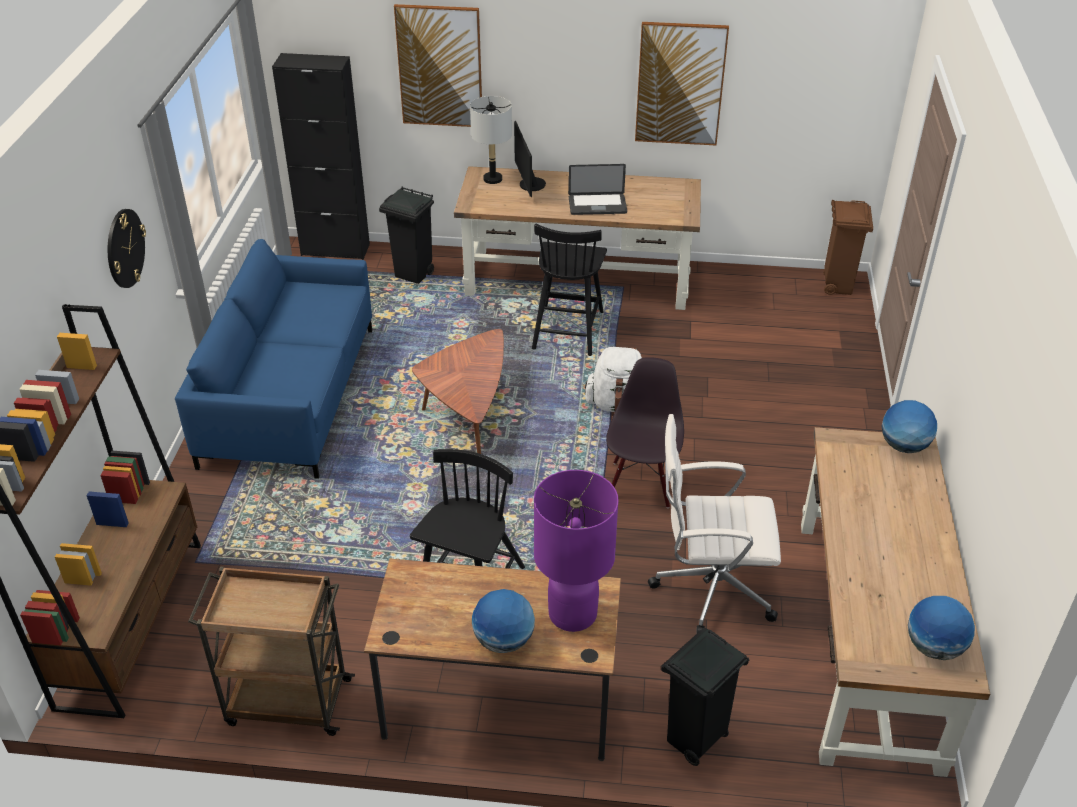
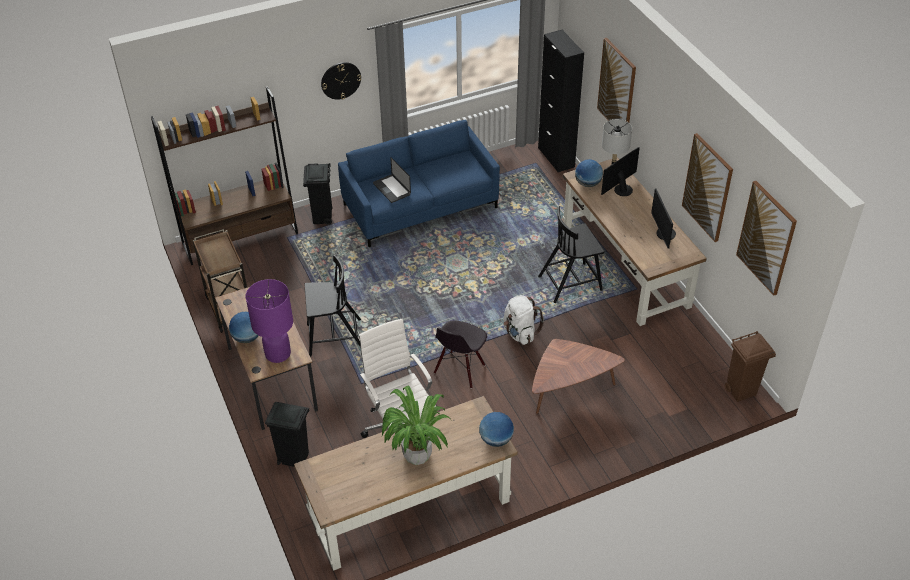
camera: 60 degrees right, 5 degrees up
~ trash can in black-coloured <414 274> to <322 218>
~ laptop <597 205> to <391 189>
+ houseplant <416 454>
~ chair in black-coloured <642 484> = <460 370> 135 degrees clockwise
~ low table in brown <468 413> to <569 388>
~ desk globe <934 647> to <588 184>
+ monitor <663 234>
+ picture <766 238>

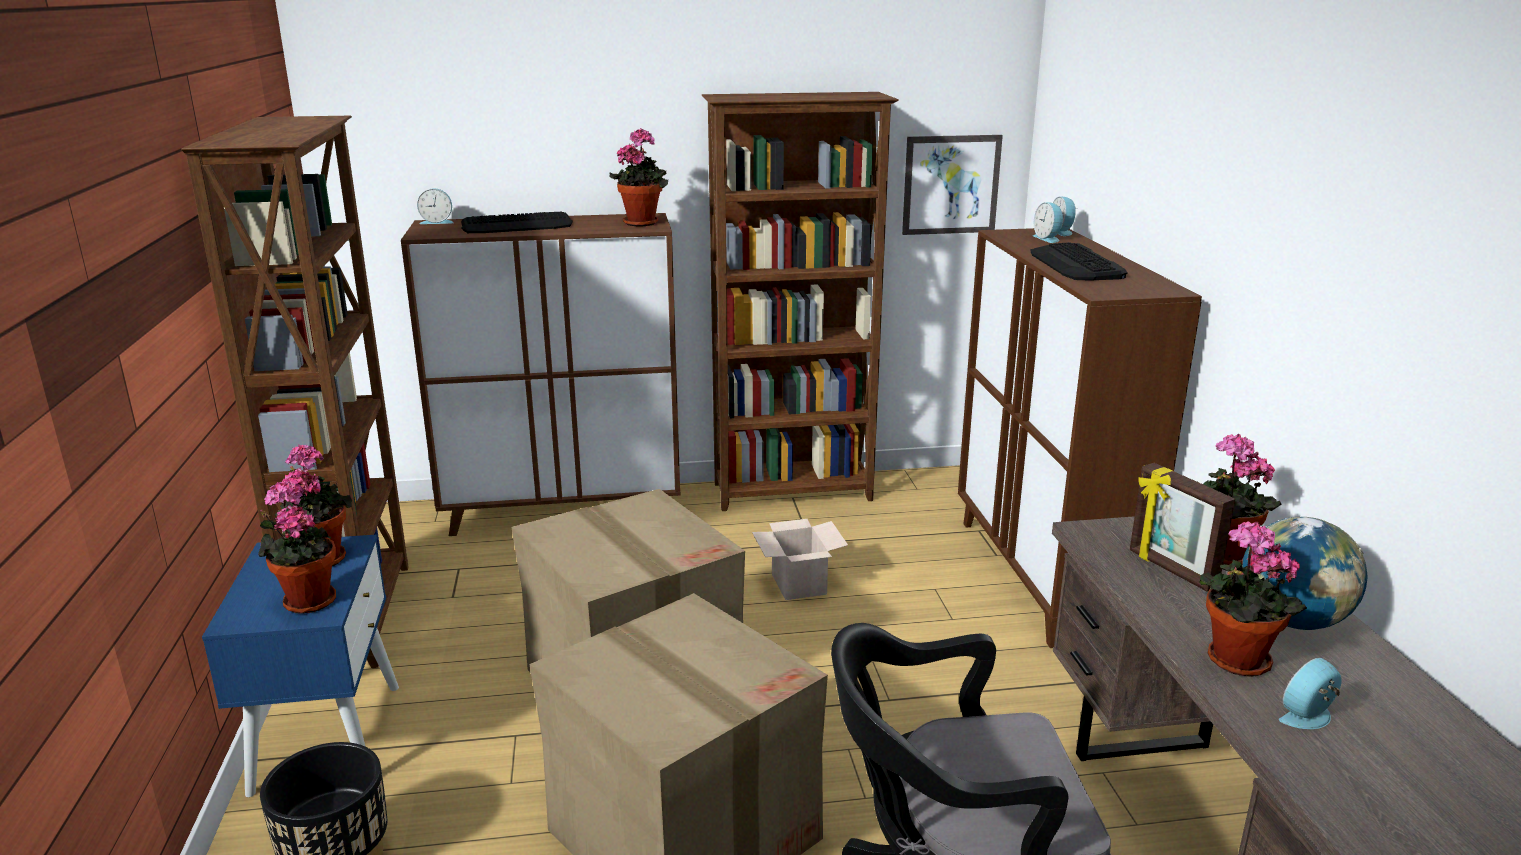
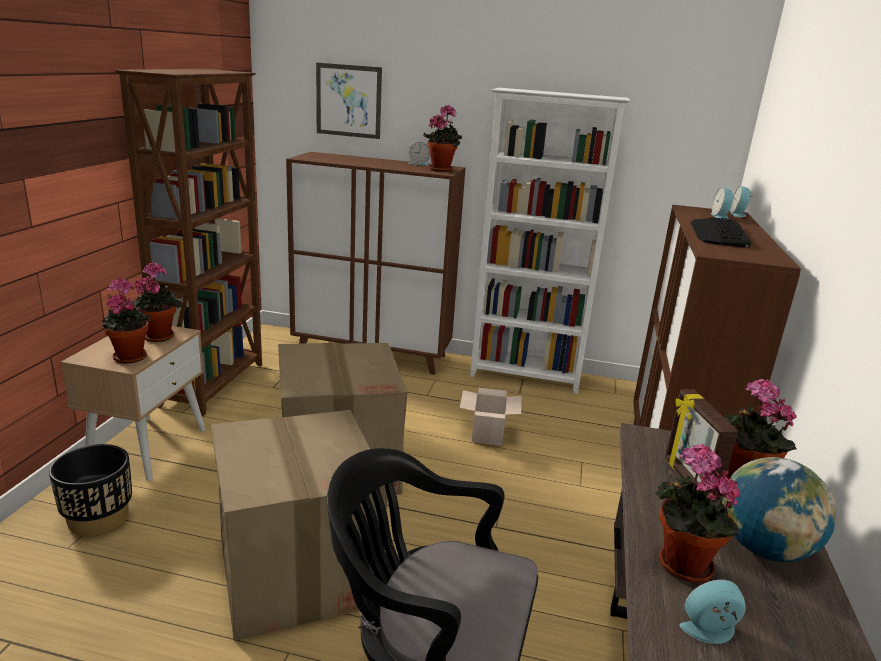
camera: 20 degrees right, 0 degrees up
~ nightstand in bluish <327 736> to nightstand in beige <148 446>
~ picture <951 185> to <348 101>
~ alarm clock <437 222> to <419 164>
~ bookcase in brown <794 493> to bookcase in white-coloured <526 376>
- keyboard <517 225>

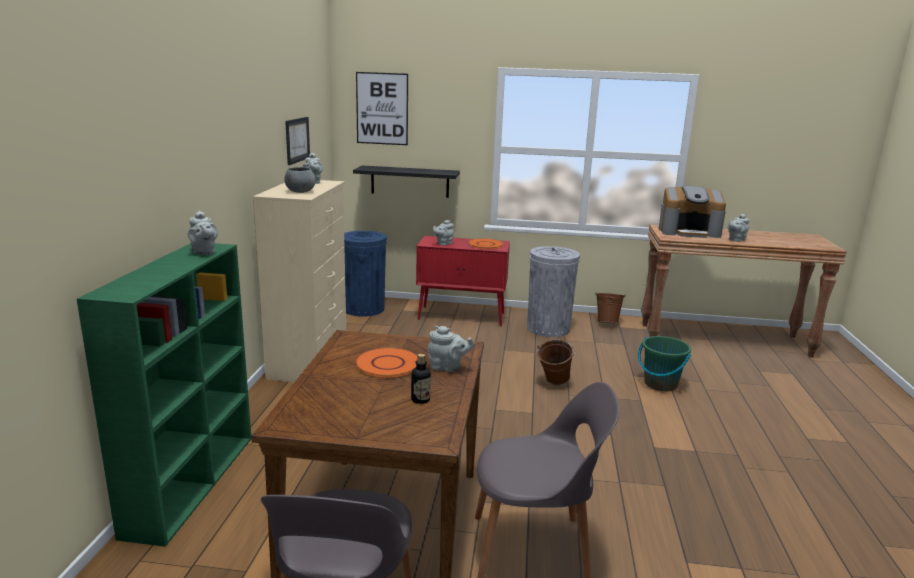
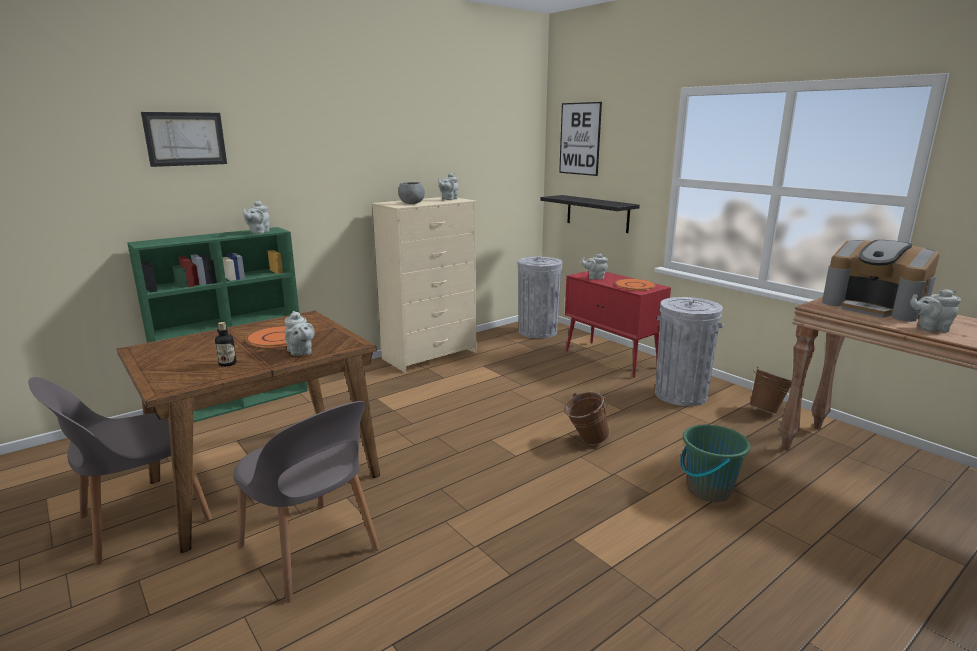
camera: 45 degrees right, 0 degrees up
~ picture <297 140> to <185 139>
~ trash can in bluish <364 309> to trash can in greyish <537 331>

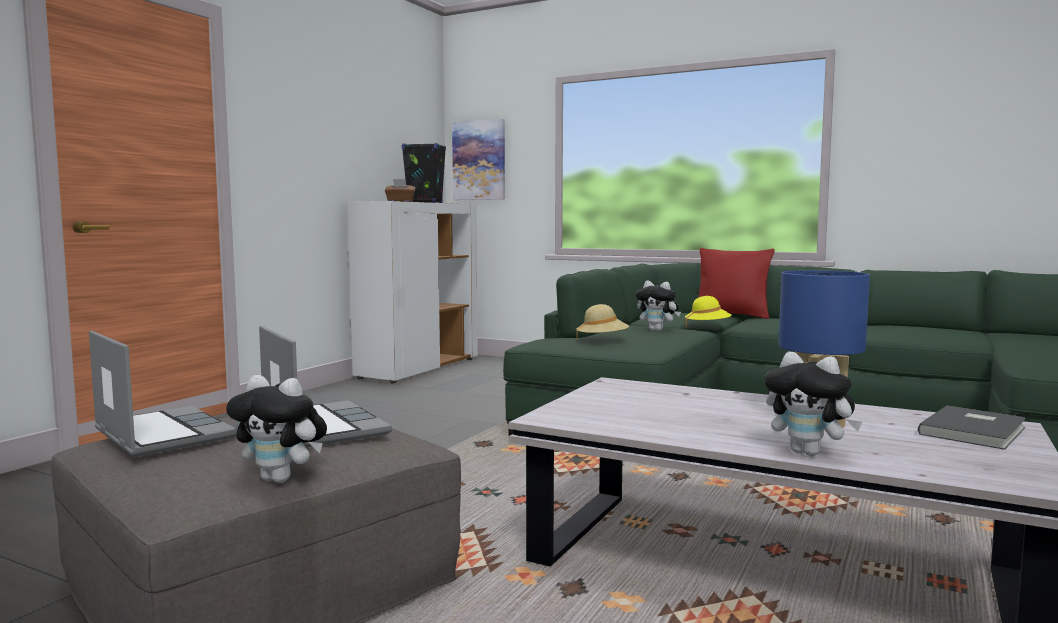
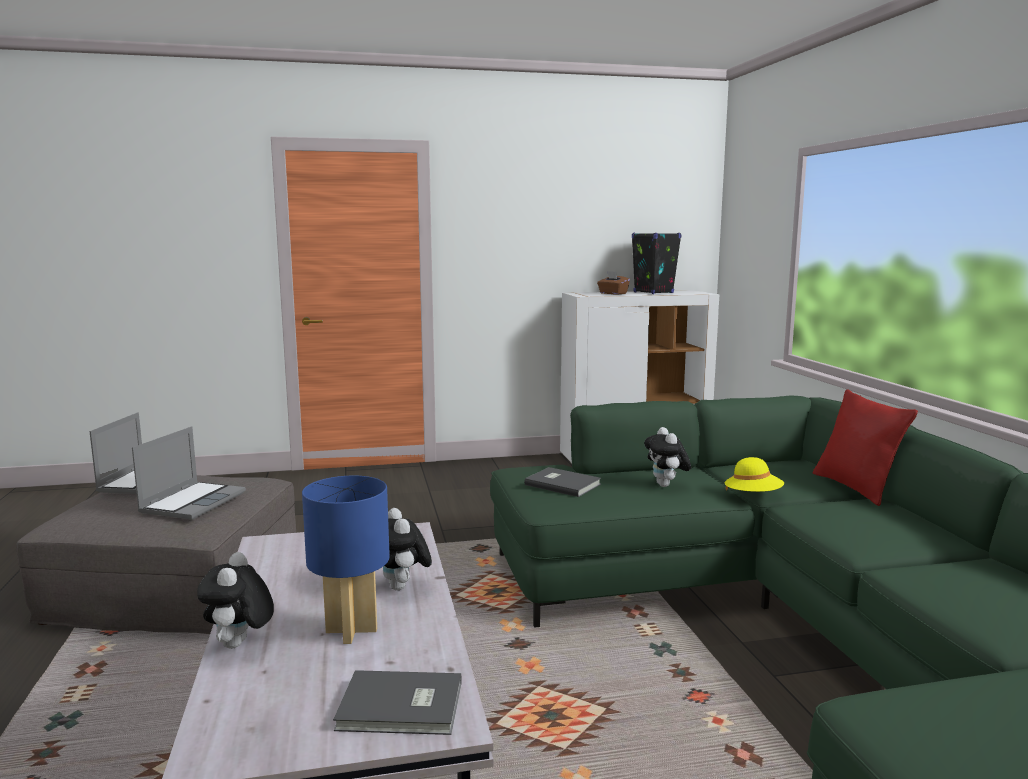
camera: 50 degrees right, 5 degrees up
~ plush toy <282 479> to <402 587>
~ hat in beige <602 341> to book in greyish <562 484>
- picture <479 160>

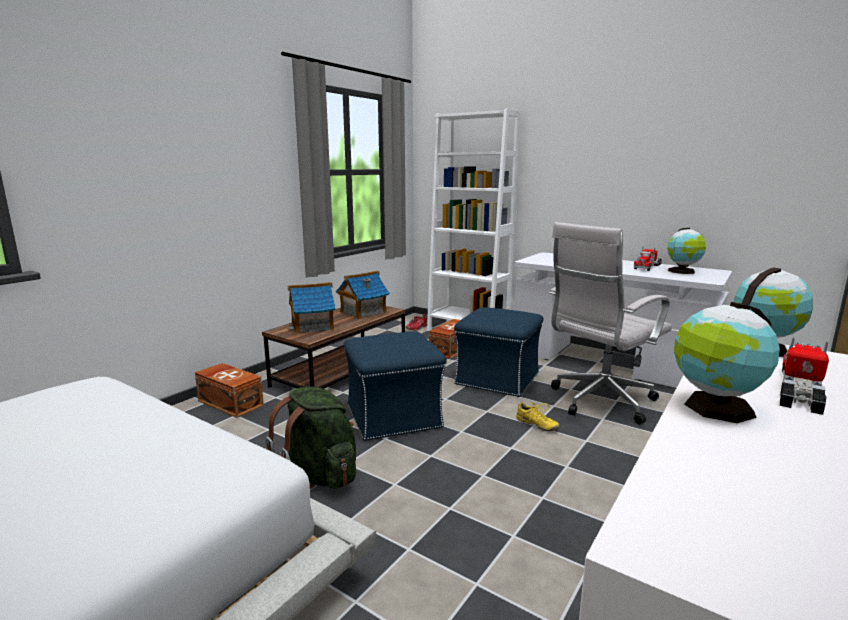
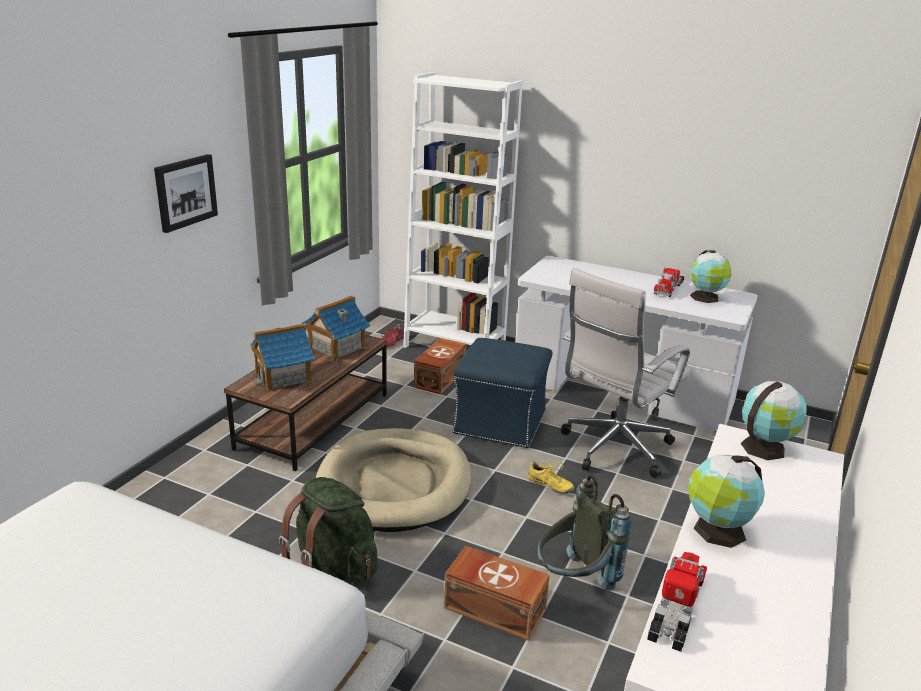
camera: 10 degrees left, 10 degrees up
+ picture <185 192>
~ footrest in bluish <394 416> to dog cushion in beige <394 484>
~ storage container in brown <231 402> to <494 607>
+ backpack in greyish <574 581>
~ toy truck <800 390> to <676 608>

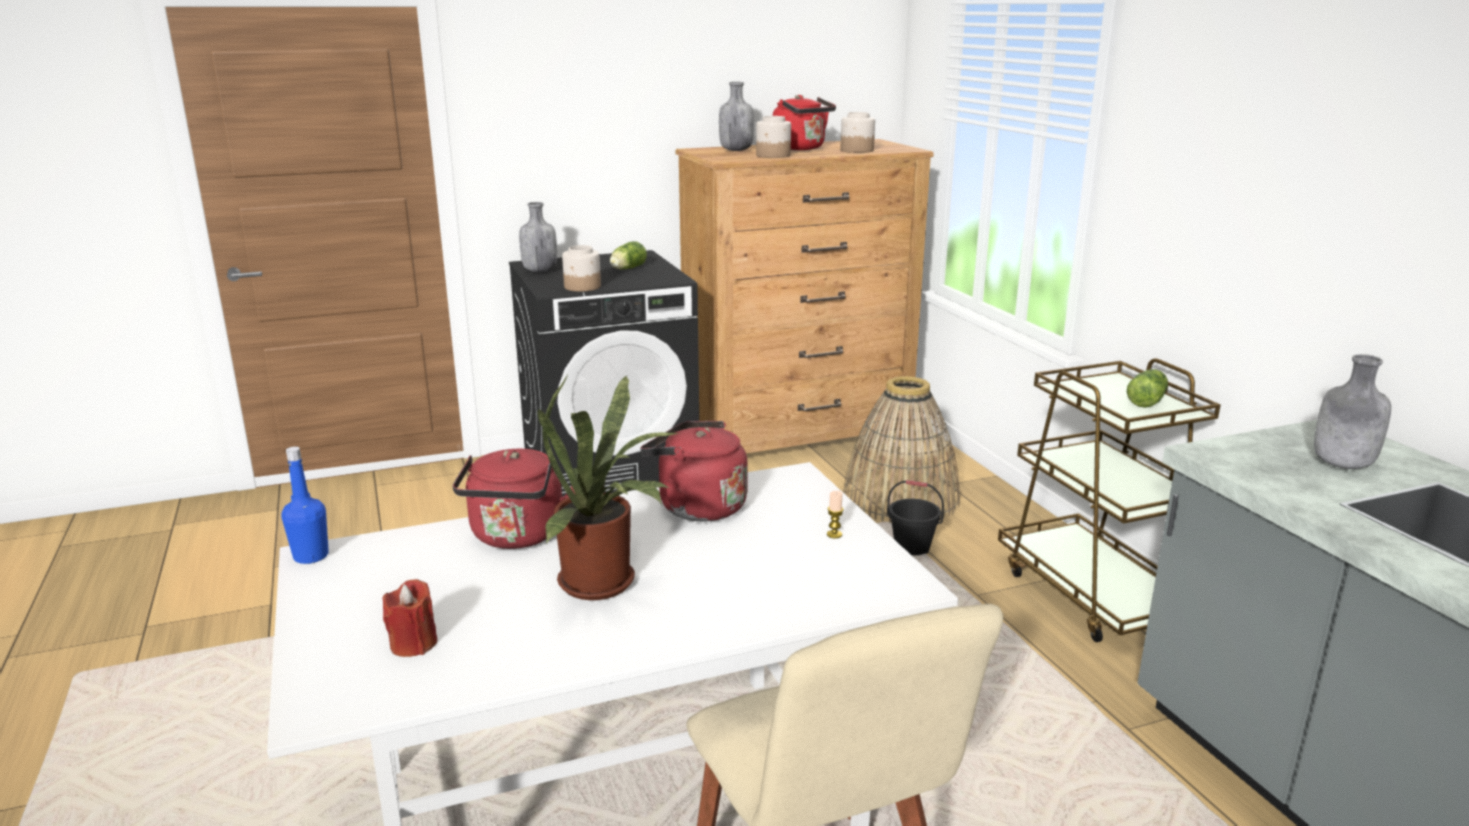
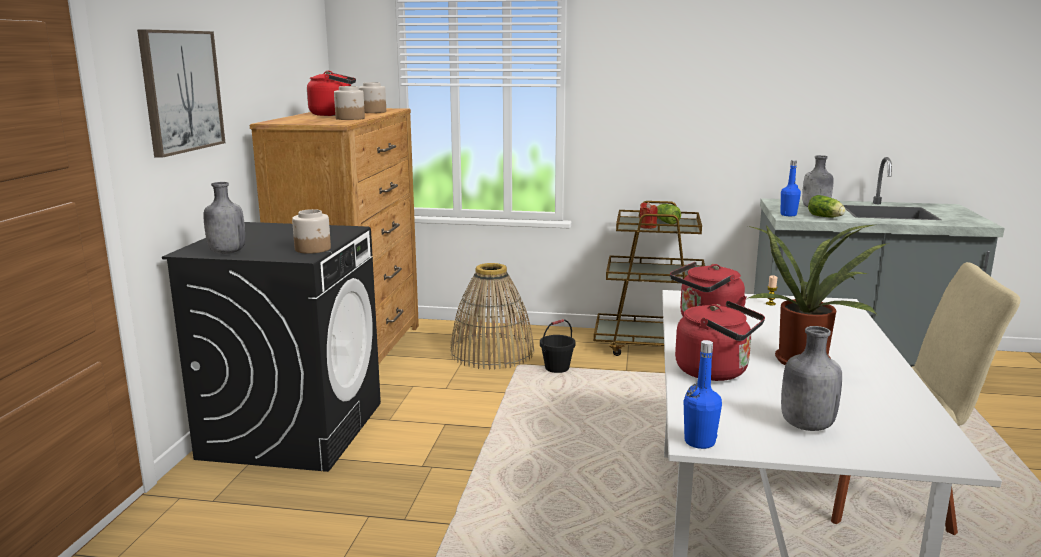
camera: 60 degrees left, 5 degrees down
+ picture <181 91>
~ candle in reddish <413 644> to <647 226>
+ bottle in bluish <788 215>
~ bottle in greyish <736 150> to <805 426>
~ head of lettuce <626 269> to <826 217>

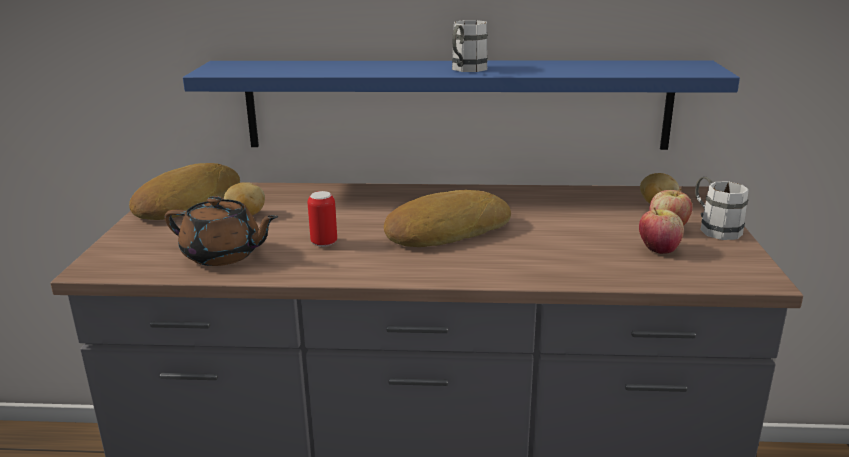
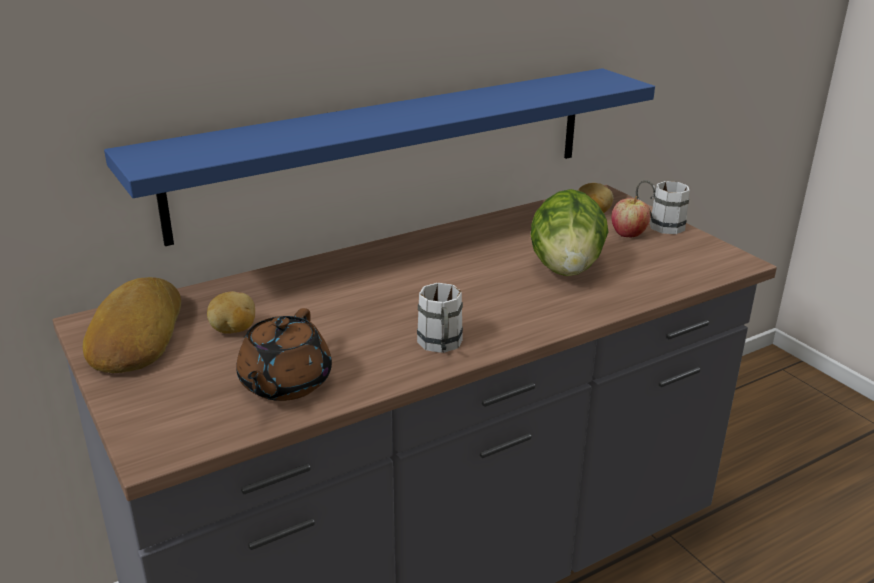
camera: 35 degrees left, 5 degrees up
~ pot for tea in brown <223 255> = <284 384> 120 degrees clockwise
~ coffee mug in white-coloured <465 70> to <441 346>
+ head of lettuce <566 268>
- can <324 243>
- bakery bread <445 230>
- whole apple <658 250>

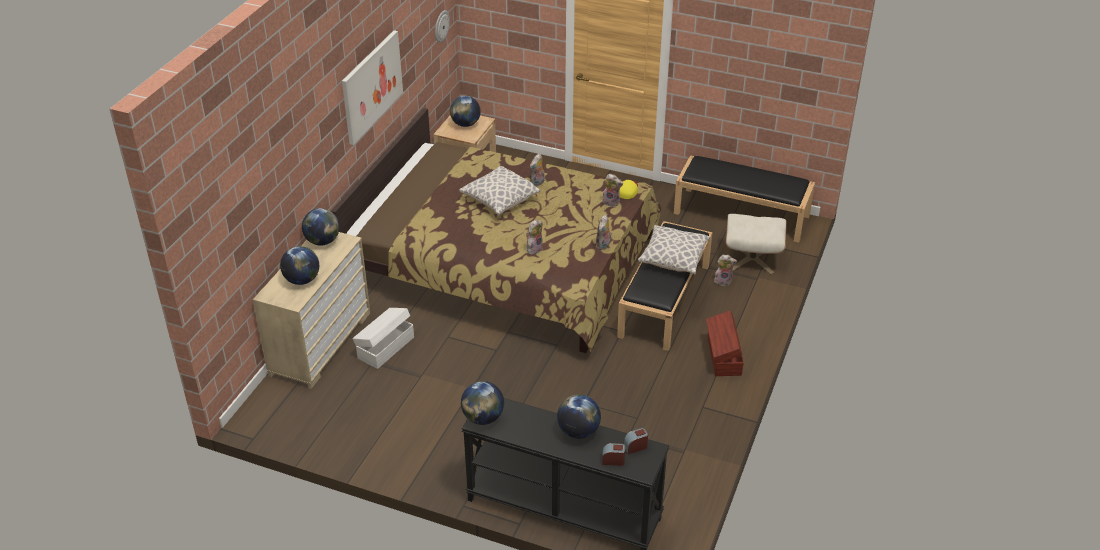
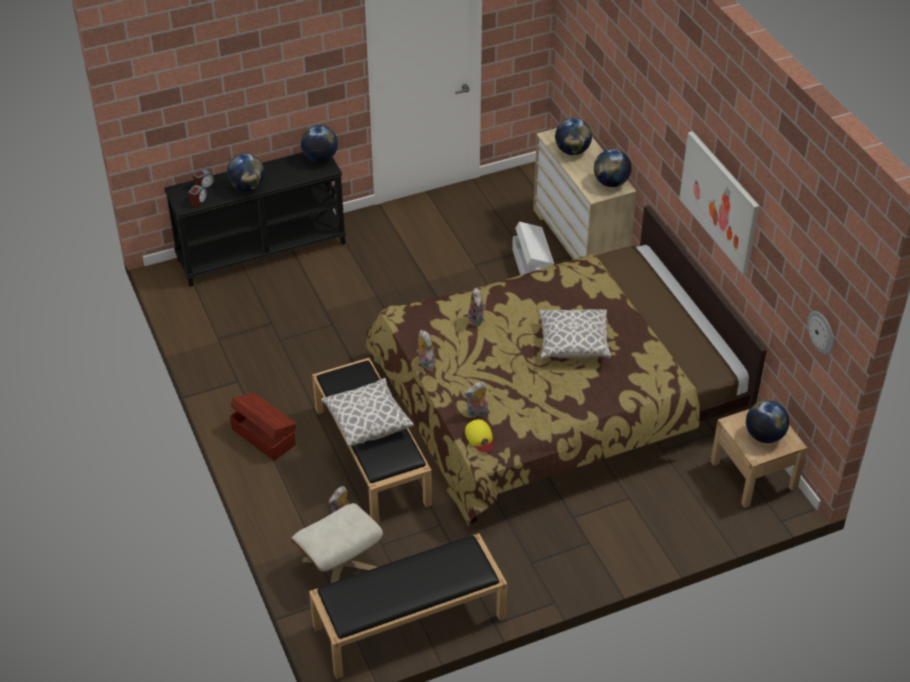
camera: 135 degrees right, 5 degrees up
- plush toy <537 183>

